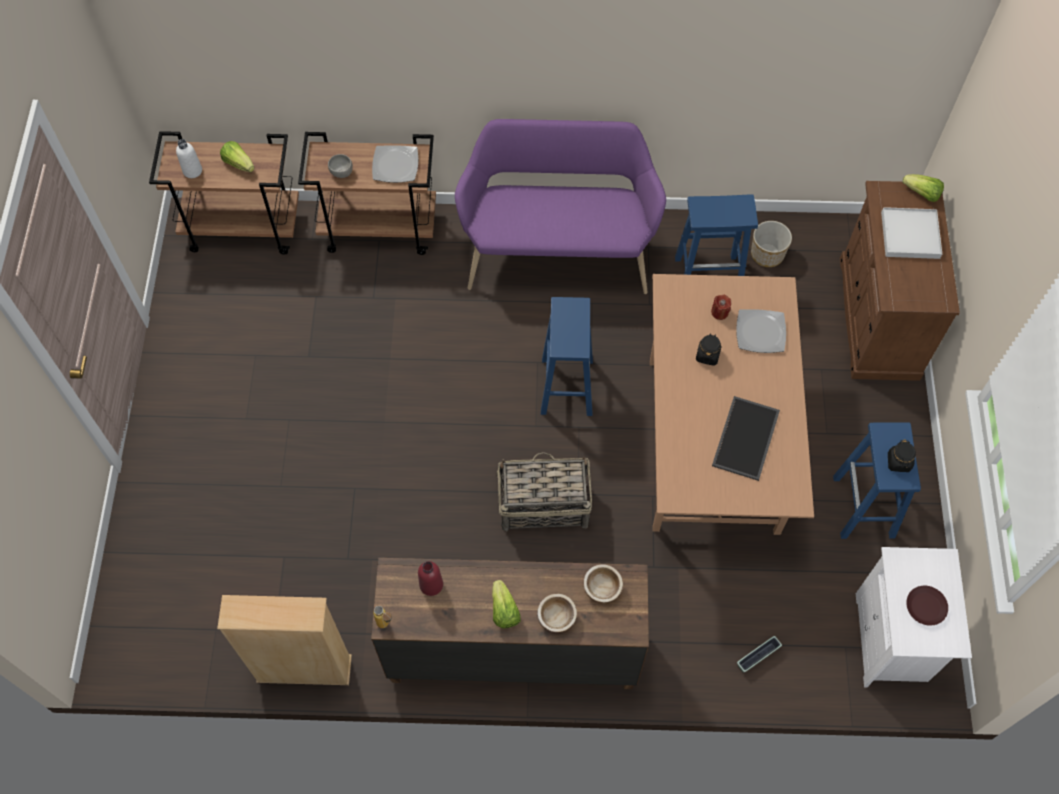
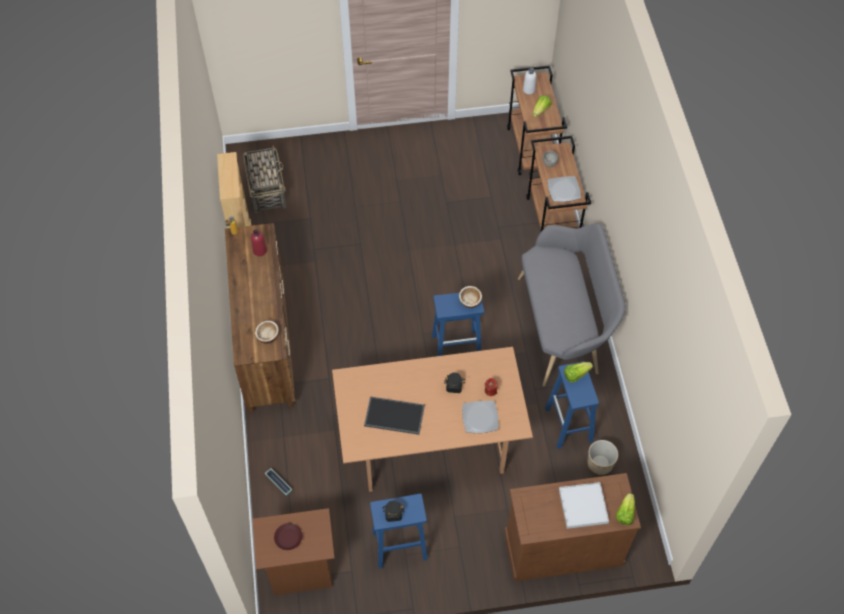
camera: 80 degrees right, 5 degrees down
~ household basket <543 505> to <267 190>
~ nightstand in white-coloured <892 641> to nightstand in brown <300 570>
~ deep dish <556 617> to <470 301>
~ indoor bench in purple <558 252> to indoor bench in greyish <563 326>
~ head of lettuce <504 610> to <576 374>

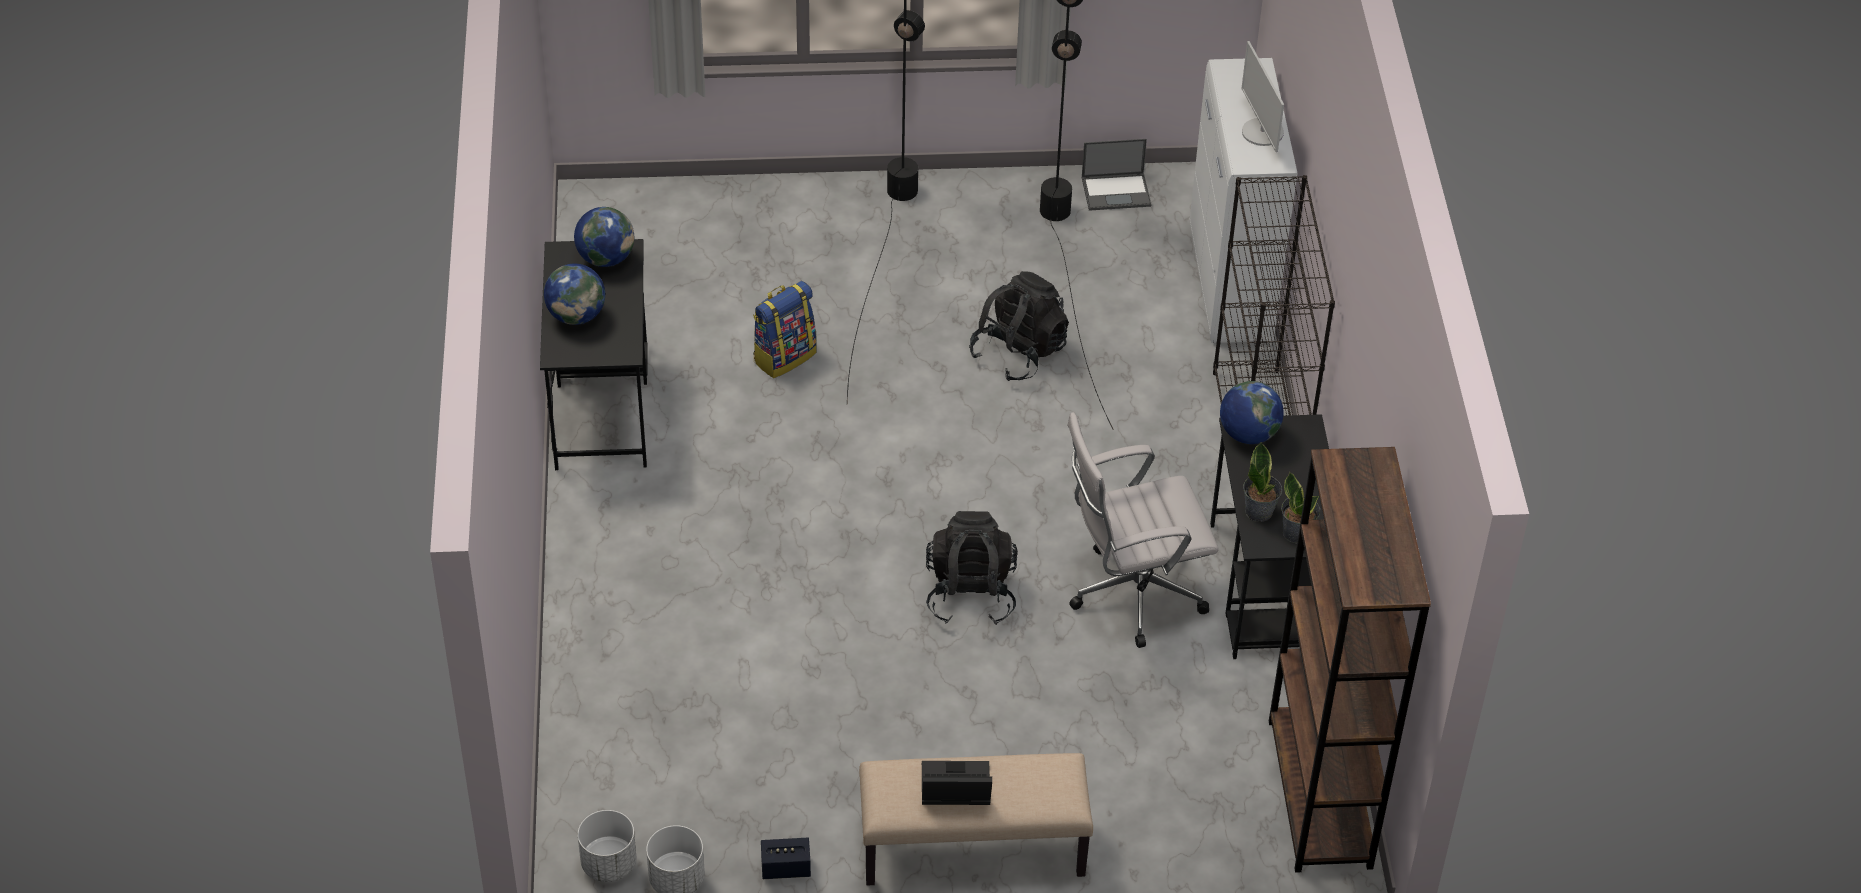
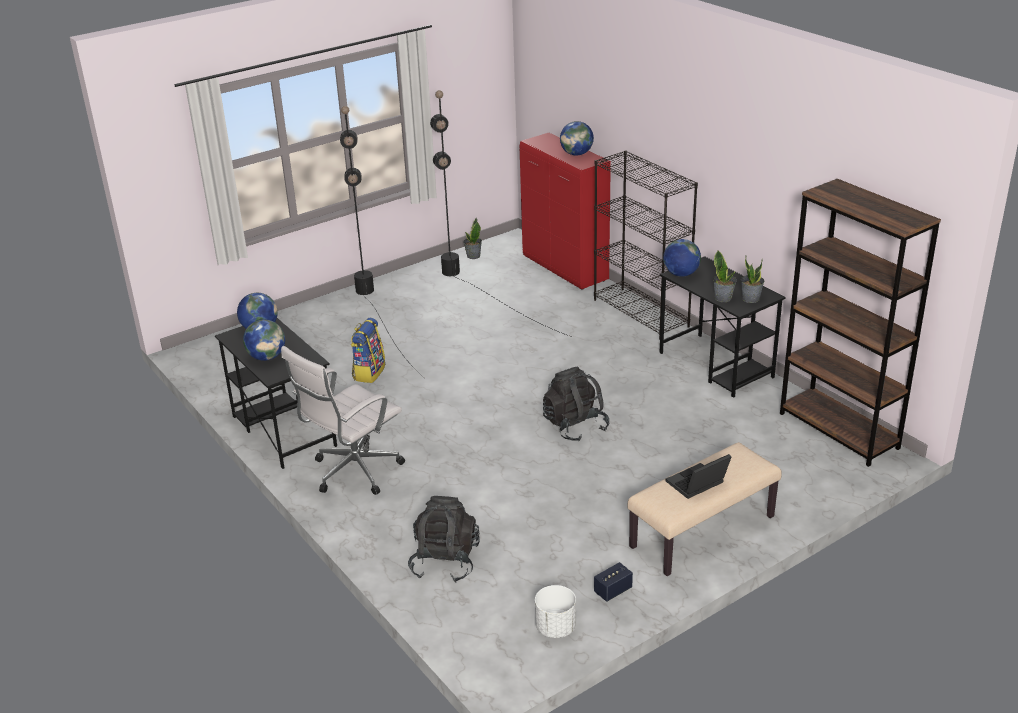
camera: 30 degrees left, 15 degrees down
~ computer chair in white-coloured <1131 595> to <353 472>
~ backpack in black-coloured <1018 353> to <445 562>
~ laptop <1117 191> to houseplant <473 256>
~ cupboard in white-coloured <1230 287> to cupboard in reddish <565 269>
~ monitor <1262 132> to desk globe <576 154>
- planter in white-coloured <609 864>

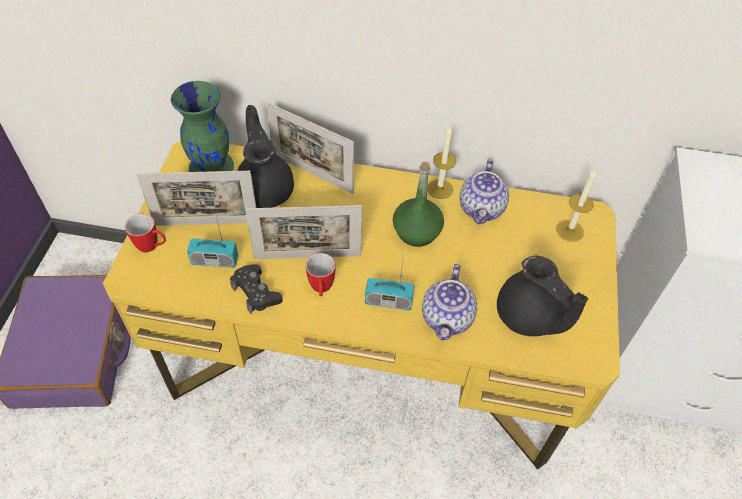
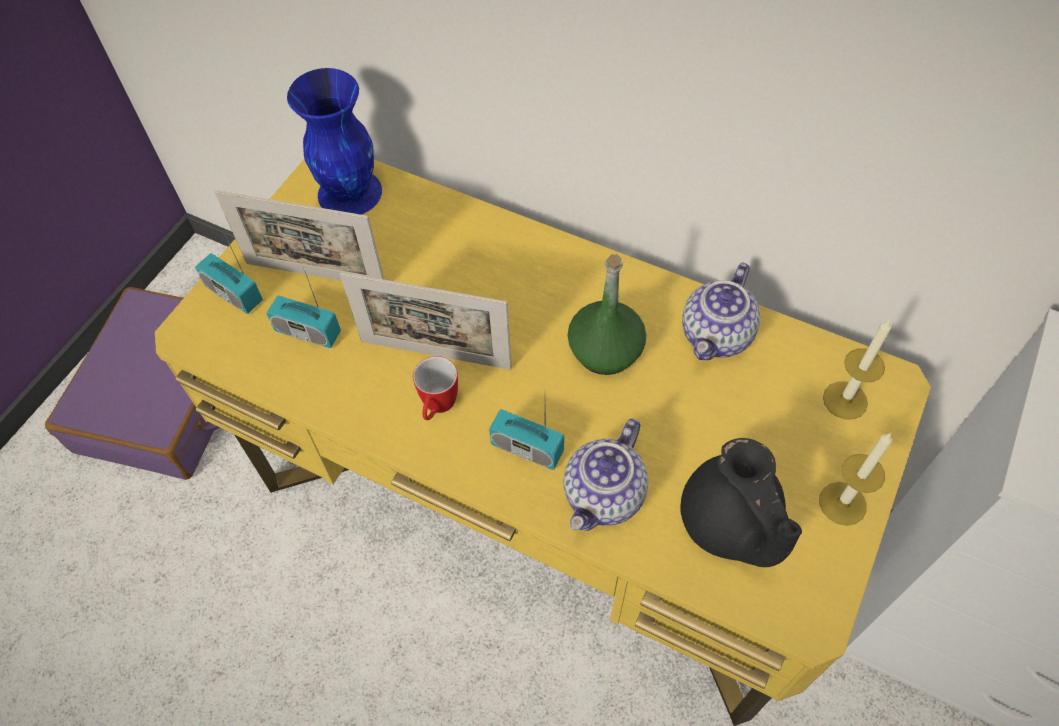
camera: 20 degrees right, 5 degrees up
~ coffee mug <152 247> to radio <234 294>
~ flower vase in greenish <212 166> to flower vase in bluish <351 192>
~ candle <440 189> to <842 503>
- game controller in black-coloured <256 292>
- pot for tea in black-coloured <266 189>
- standing frame <312 173>

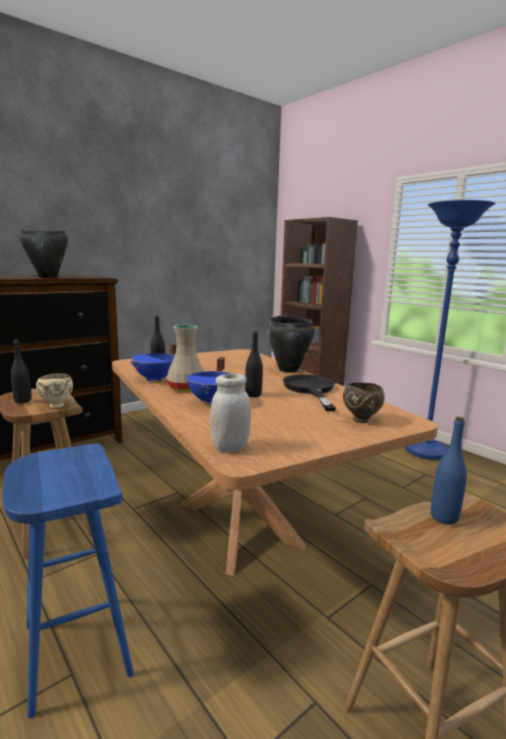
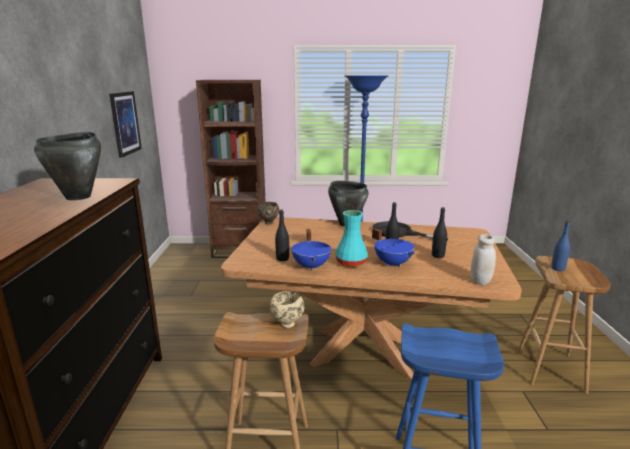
camera: 50 degrees left, 5 degrees up
+ picture <125 123>
~ deep dish in brown <361 420> to <268 223>
~ flower vase in beige <187 388> to flower vase in turquoise-coloured <351 262>
~ bottle in black-coloured <23 401> to <438 255>

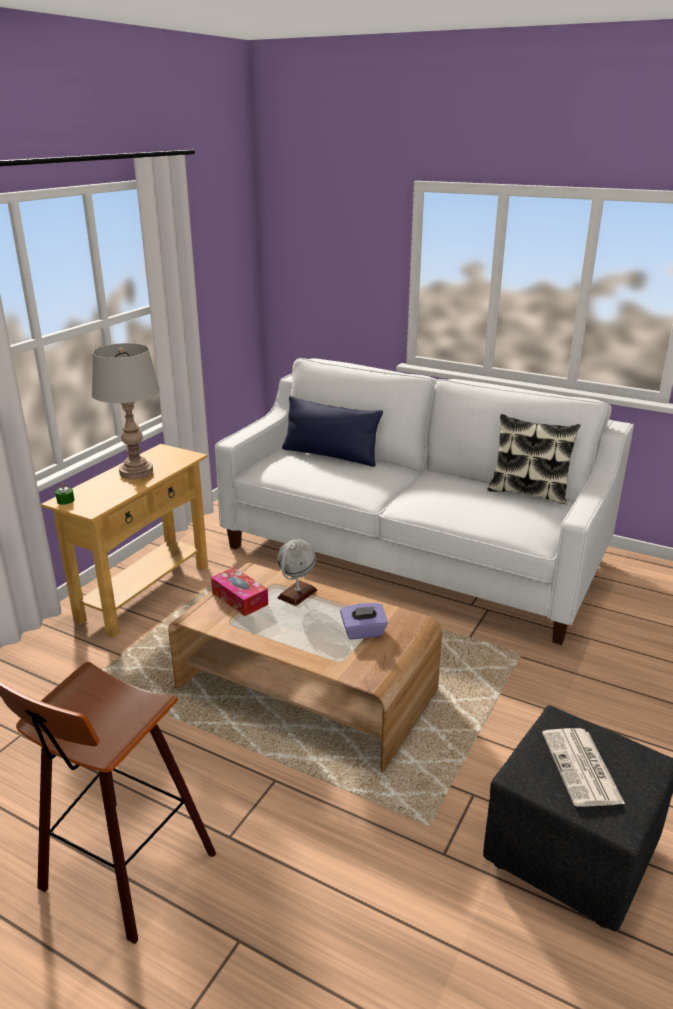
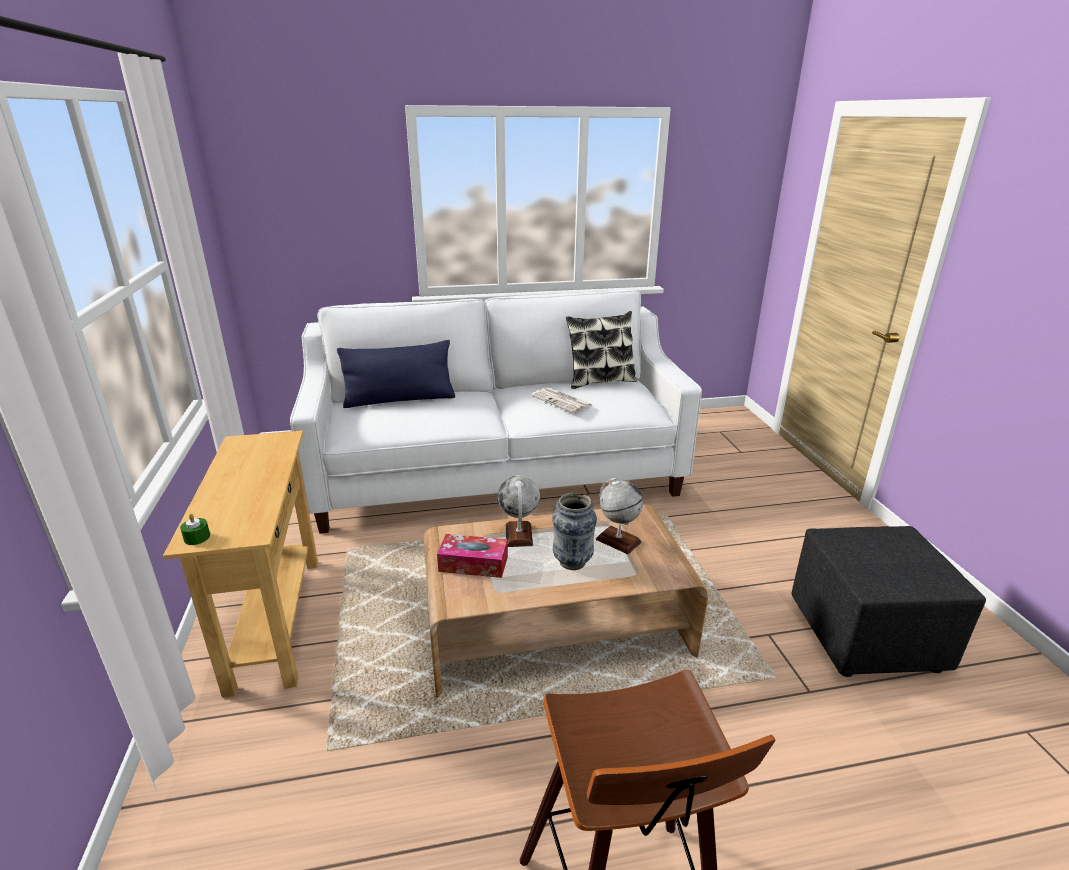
camera: 40 degrees left, 0 degrees up
~ printed paper <582 768> to <562 401>
+ flower vase <572 562>
~ tissue box in purple <363 632> to desk globe <618 540>
- table lamp in greyish <136 472>

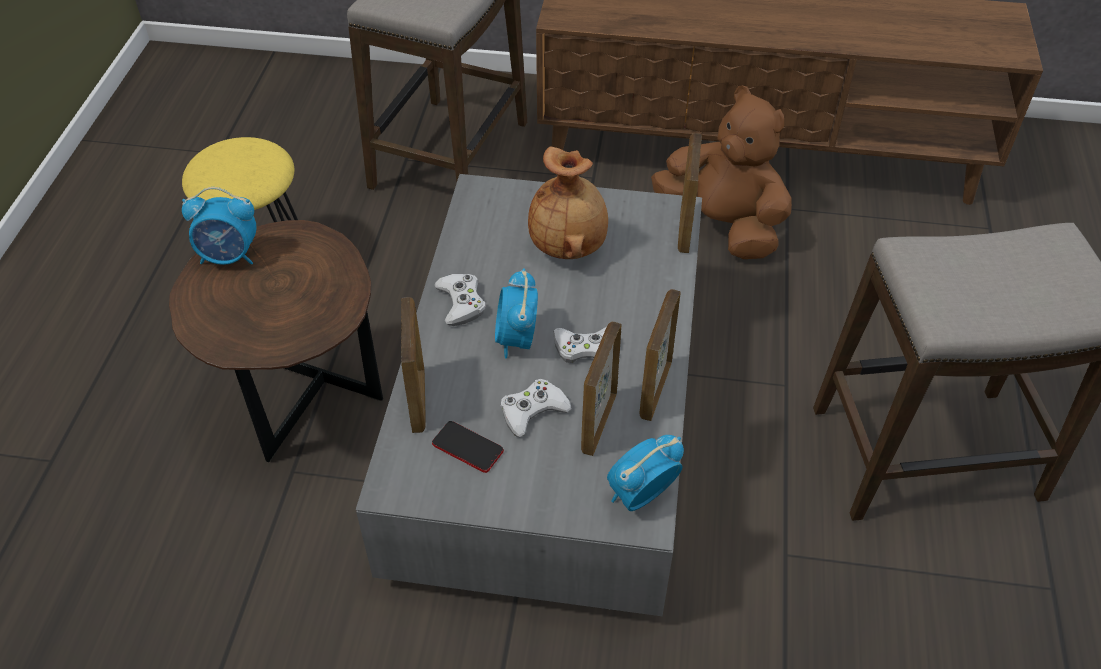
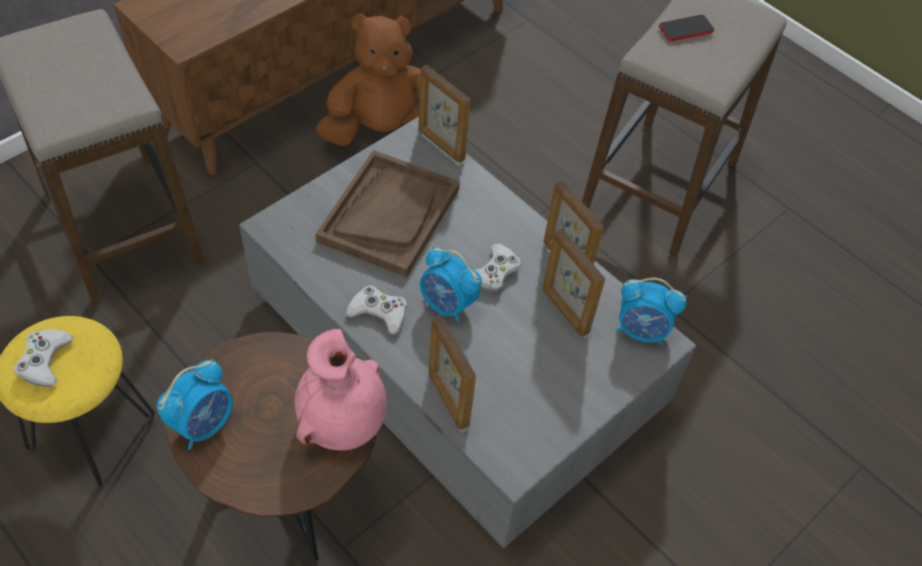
camera: 55 degrees left, 5 degrees up
~ game controller in white-coloured <533 411> to <44 360>
+ flower vase in pinkish <343 423>
~ flower vase in brown <569 246> to tray in brown <389 214>
~ standing frame <418 400> = <448 399> 150 degrees counterclockwise
~ alarm clock <640 495> = <642 330> 75 degrees counterclockwise
~ handset <467 447> to <686 29>

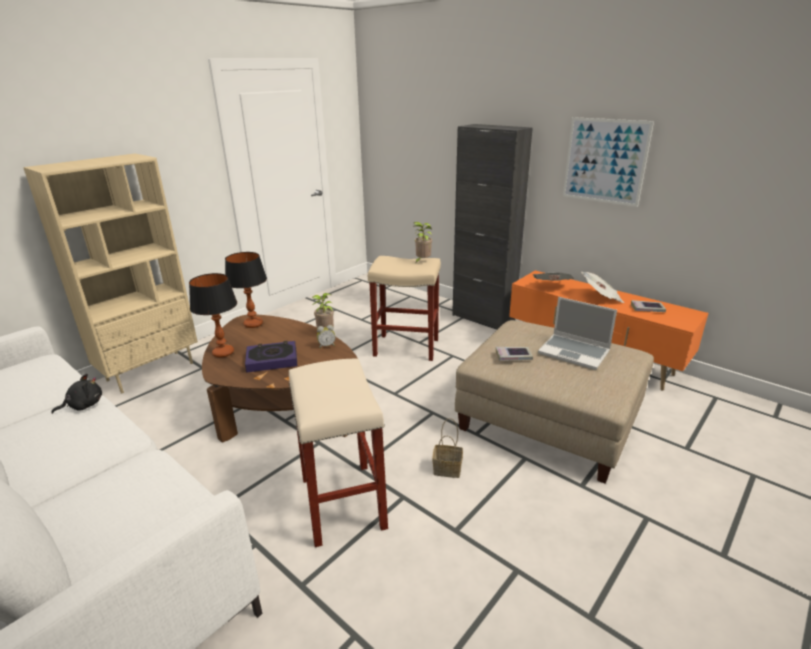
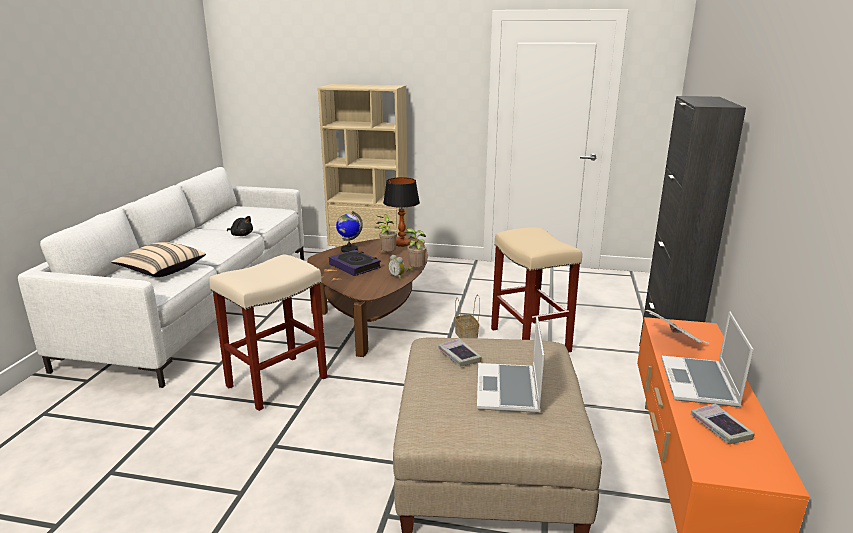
camera: 60 degrees right, 5 degrees down
+ cushion in beige <161 270>
~ table lamp <223 353> to desk globe <349 250>
~ houseplant <422 261> to <387 255>
~ household basket <448 469> to <467 335>
~ printed paper <601 298> to laptop <700 383>
- picture <605 161>

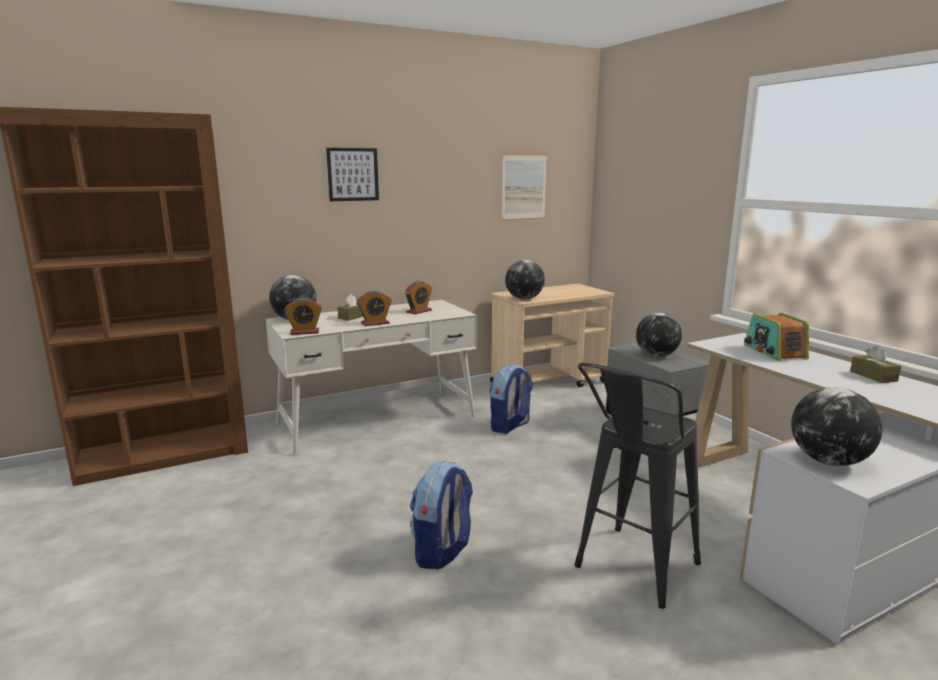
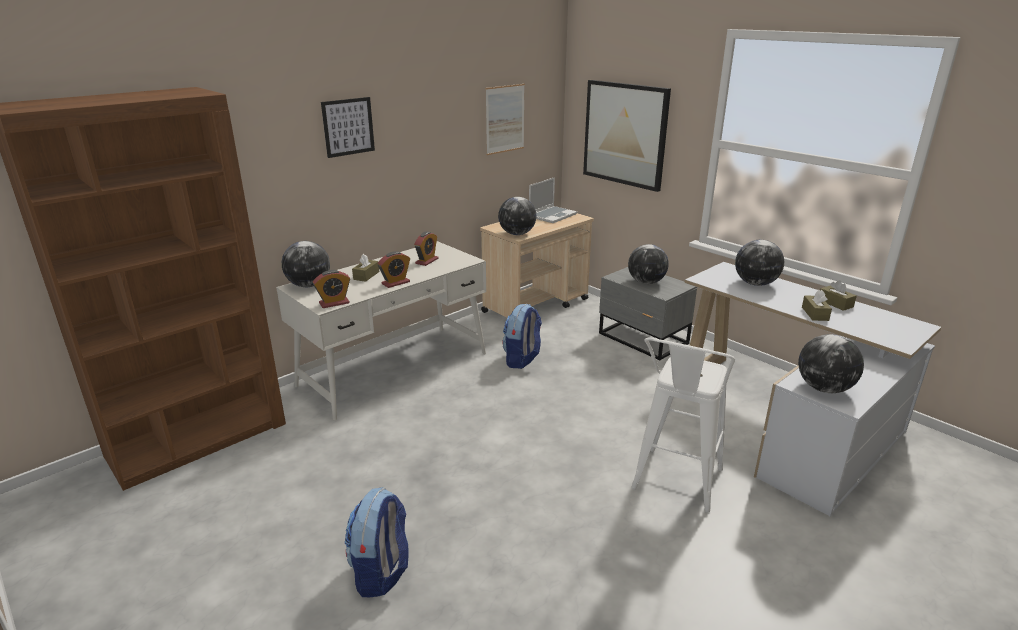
camera: 15 degrees left, 10 degrees up
~ backpack <442 551> to <381 572>
+ laptop <552 215>
+ picture <625 134>
~ stool in black-coloured <630 571> to stool in white-coloured <674 485>
~ radio <774 352> to desk globe <756 283>
+ tissue box in brown <815 314>

